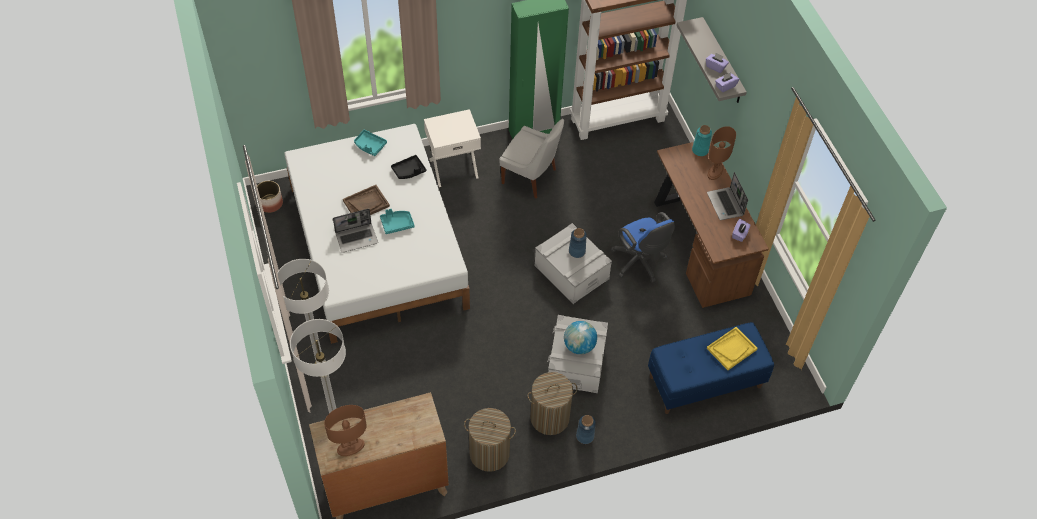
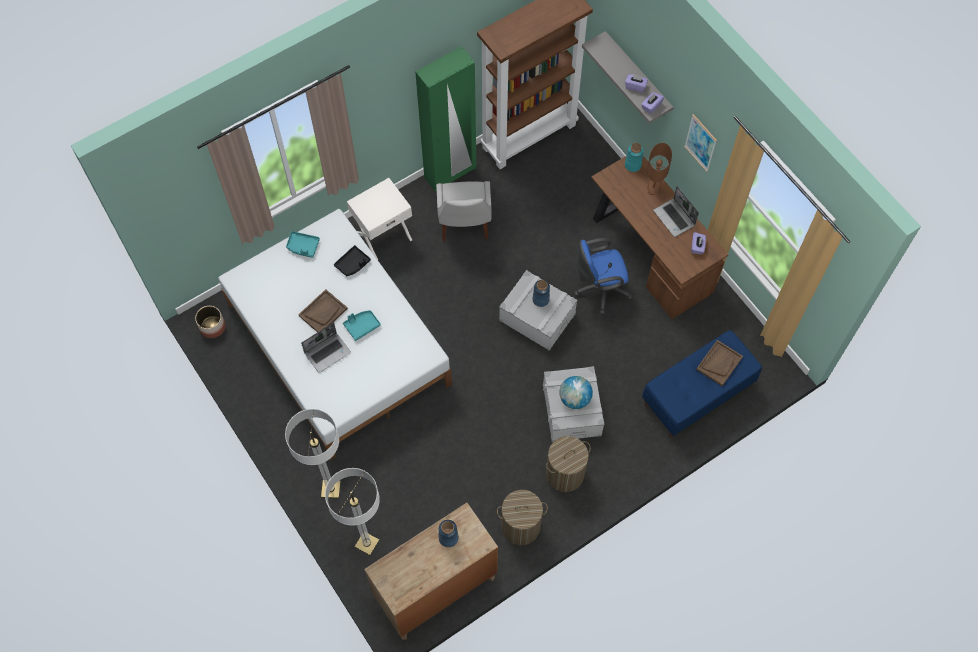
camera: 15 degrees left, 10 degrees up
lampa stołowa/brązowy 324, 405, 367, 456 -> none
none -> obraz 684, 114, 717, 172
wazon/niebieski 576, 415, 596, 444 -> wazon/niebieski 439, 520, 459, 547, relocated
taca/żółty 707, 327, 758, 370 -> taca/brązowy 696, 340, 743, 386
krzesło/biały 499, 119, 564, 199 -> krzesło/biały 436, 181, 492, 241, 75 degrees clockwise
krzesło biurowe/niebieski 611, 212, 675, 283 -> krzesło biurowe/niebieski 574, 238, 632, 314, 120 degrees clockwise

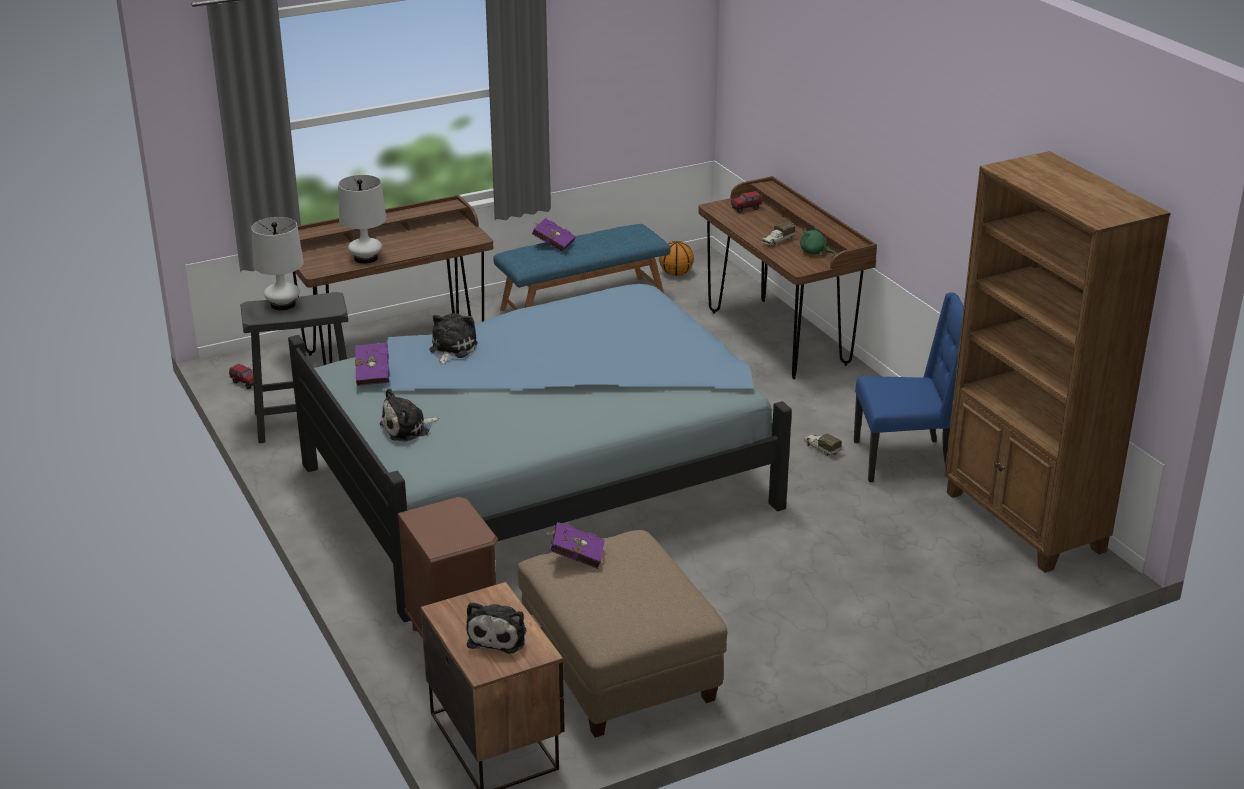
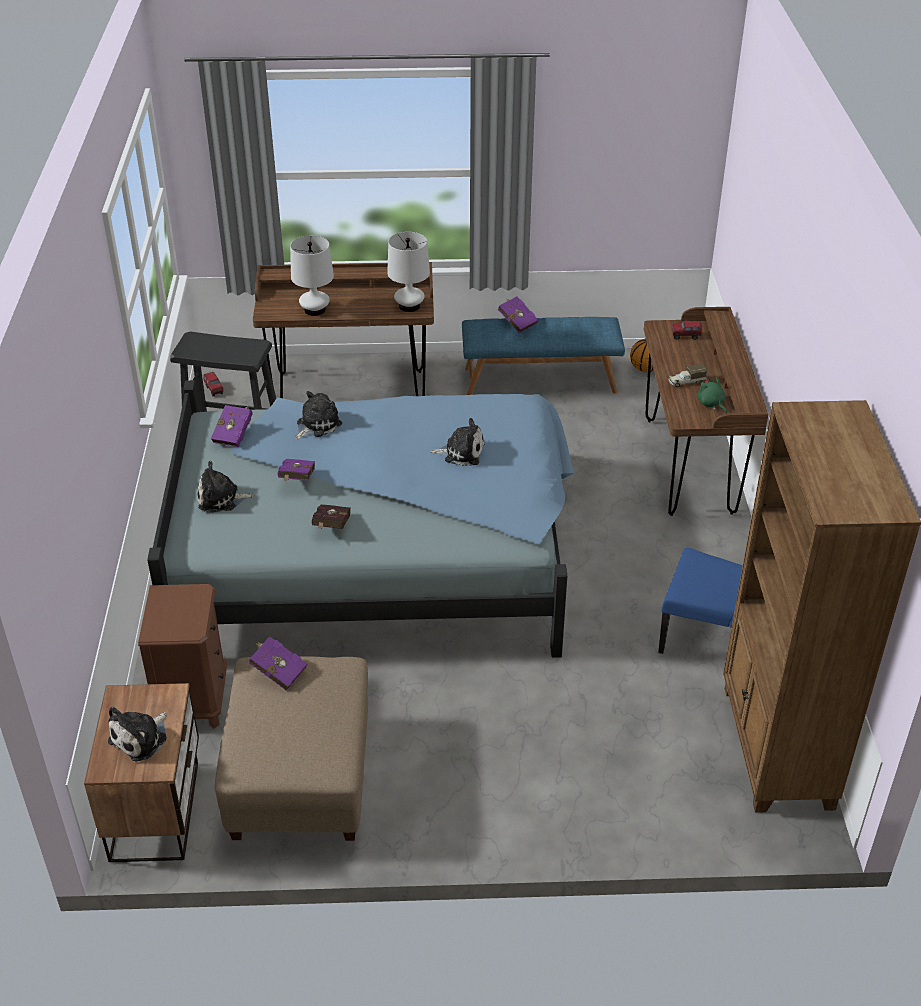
camera: 25 degrees right, 10 degrees up
ciężarówka zabawkowa 804, 434, 842, 456 -> none
none -> książka/fioletowy 278, 459, 315, 481
none -> książka/czerwony 312, 504, 351, 529
none -> pluszak 430, 418, 484, 466
lampa stołowa/biały 251, 217, 304, 310 -> lampa stołowa/biały 387, 232, 430, 312, relocated

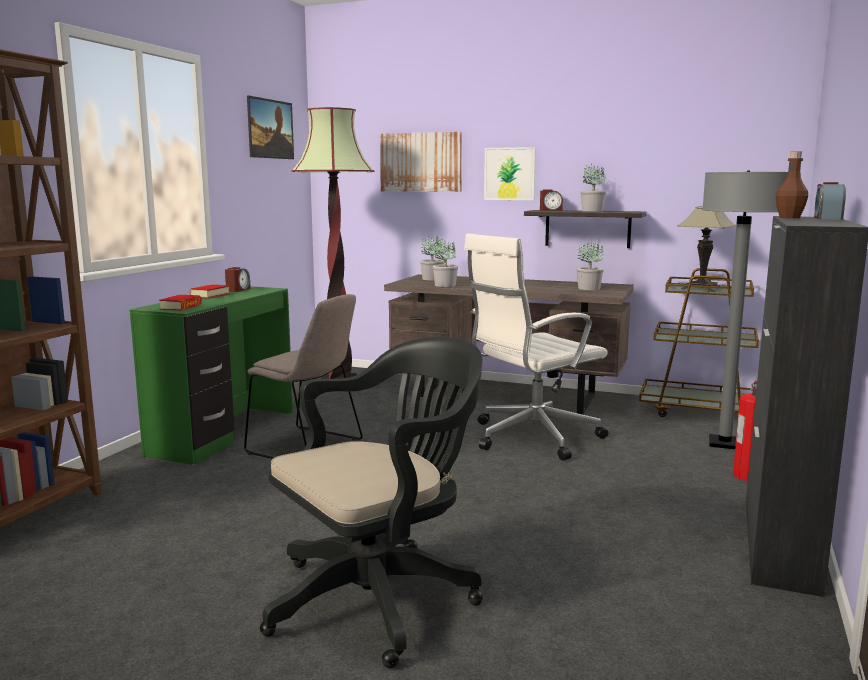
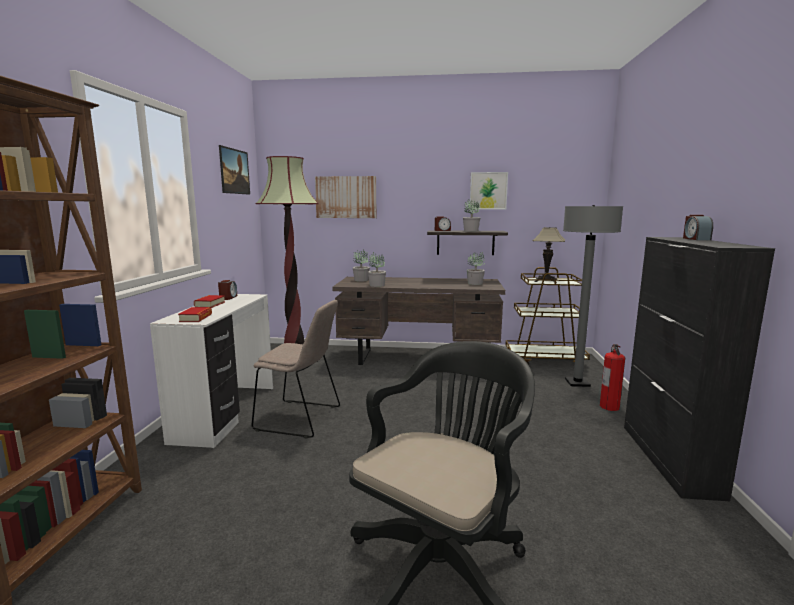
camera: 15 degrees left, 0 degrees up
krzesło biurowe/biały 464, 233, 608, 461 -> none
butelka/brązowy 776, 151, 808, 218 -> none
obraz 484, 147, 536, 200 -> obraz 470, 172, 508, 210, relocated
biurko/zielony 130, 286, 293, 465 -> biurko/biały 150, 294, 273, 448

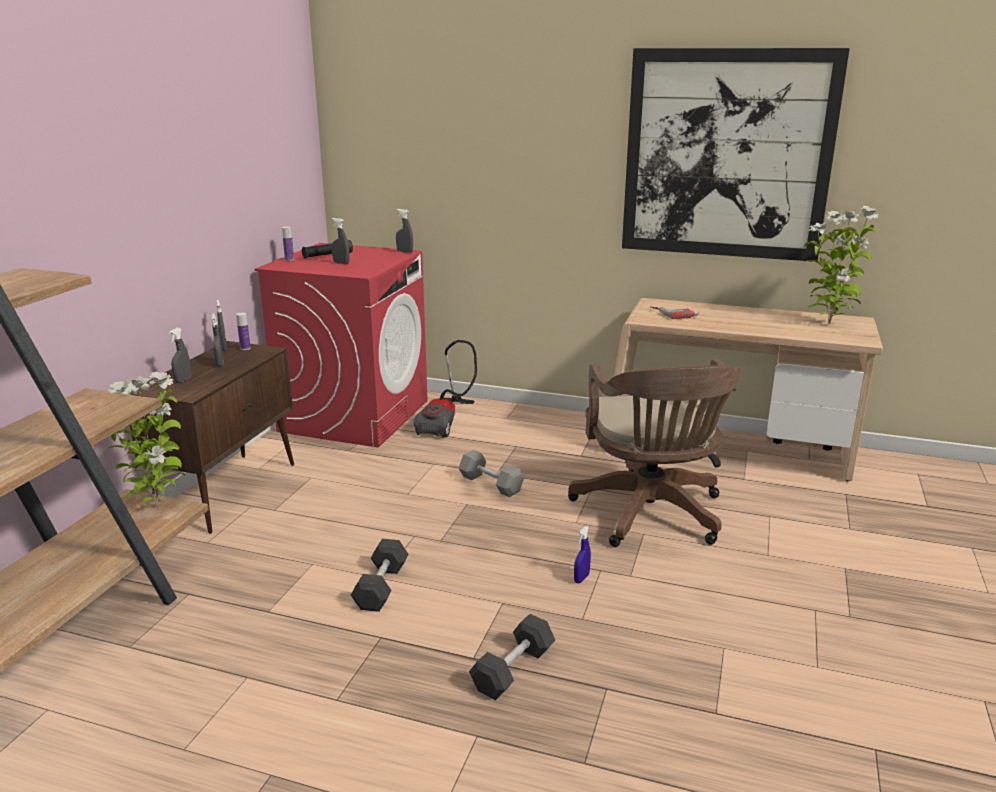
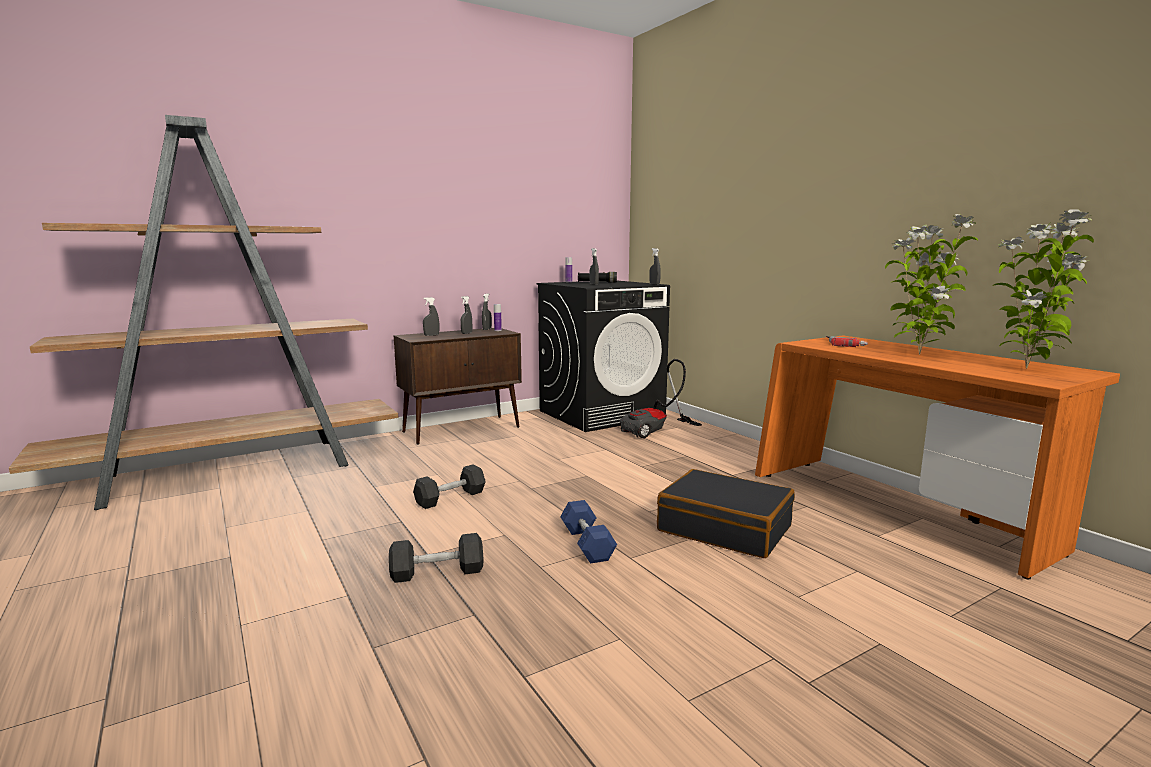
camera: 40 degrees right, 10 degrees down
hantel/szary 459, 450, 524, 497 -> none
obraz 622, 48, 850, 262 -> none
roślina doniczkowa 104, 372, 185, 508 -> roślina doniczkowa 885, 214, 978, 355, relocated
krzesło biurowe/brązowy 568, 359, 741, 547 -> walizka/czarny 657, 469, 795, 558
spryskiwacz/niebieski 574, 526, 591, 583 -> hantel/niebieski 560, 500, 617, 564
pralka/czerwony 254, 243, 428, 448 -> pralka/czarny 537, 281, 670, 432
biurko/beżowy 601, 298, 883, 481 -> biurko/pomarańczowy 755, 336, 1120, 579

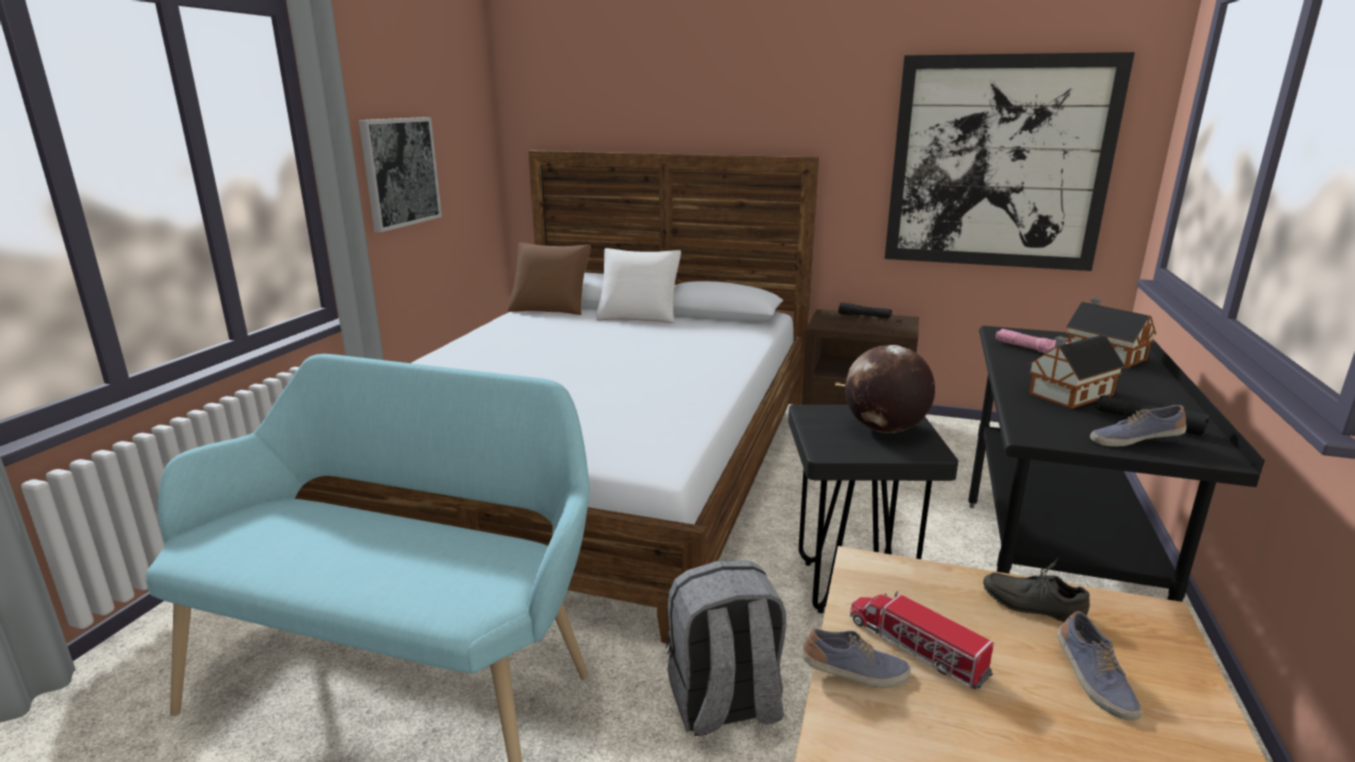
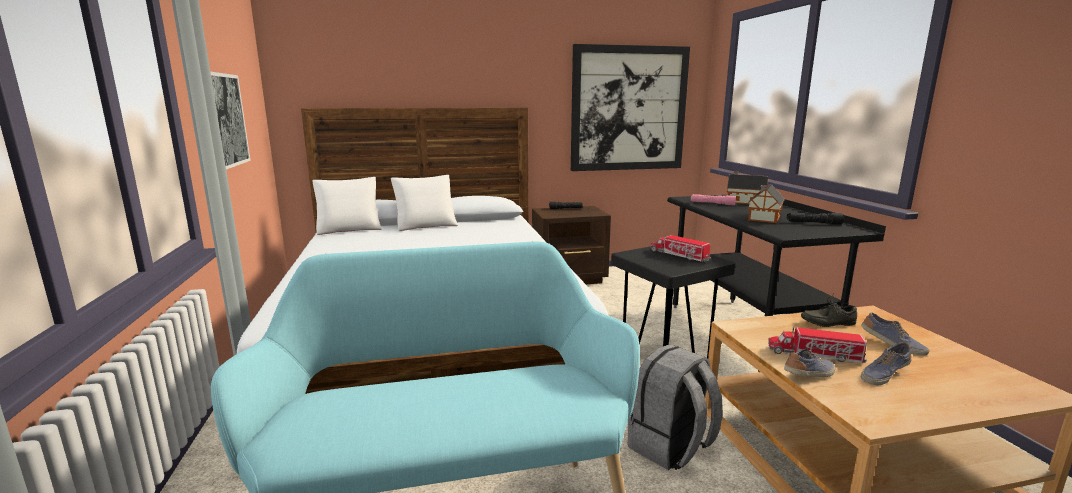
camera: 30 degrees left, 5 degrees down
but 1090, 405, 1186, 447 -> but 861, 342, 912, 385, relocated
globus 845, 345, 935, 433 -> ciężarówka zabawkowa 651, 235, 711, 262
poduszka/brązowy 508, 243, 591, 315 -> poduszka/biały 312, 177, 382, 235

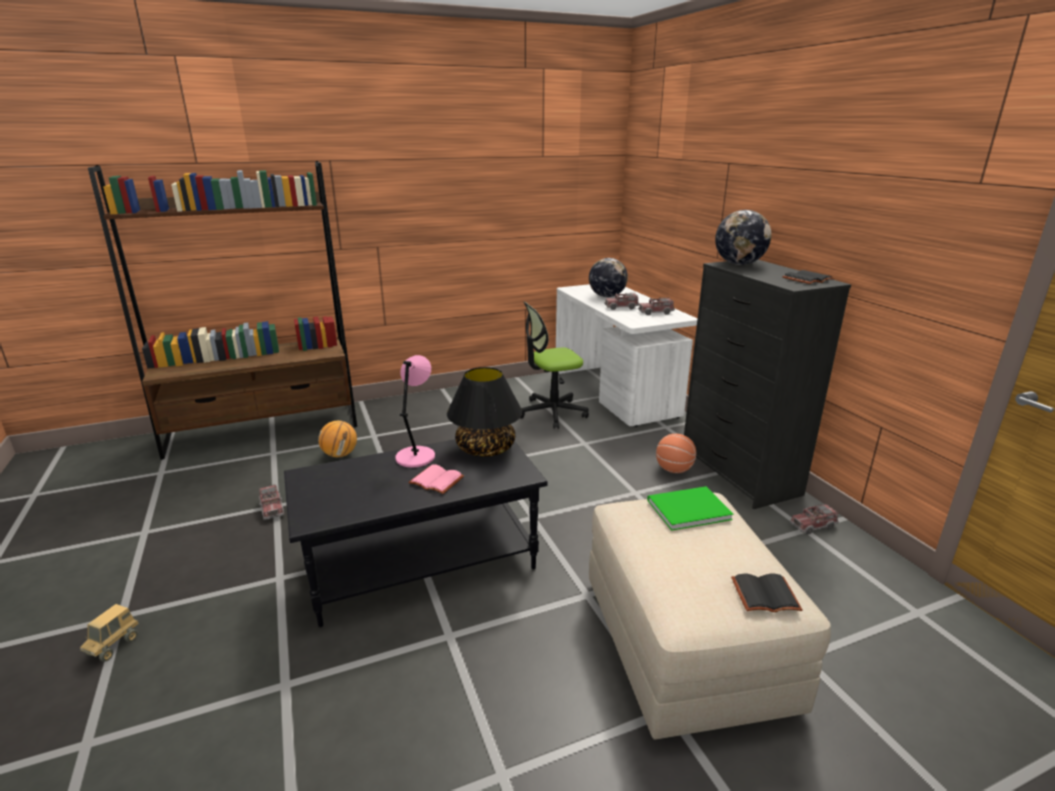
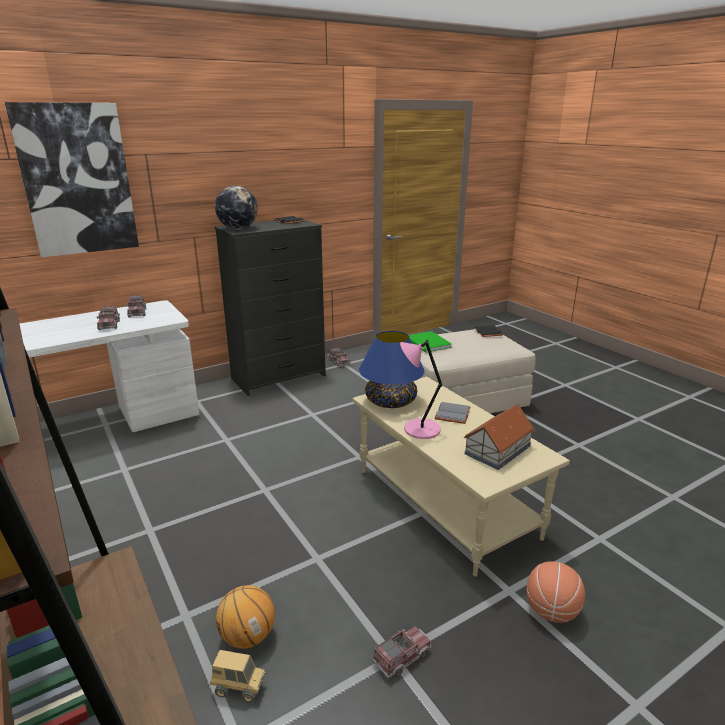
camera: 100 degrees left, 0 degrees up
krzesło biurowe 520, 302, 589, 429 -> none
globus 589, 258, 628, 297 -> none
none -> obraz 5, 102, 139, 258
none -> domek 464, 404, 535, 470
ciężarówka zabawkowa 80, 604, 139, 662 -> ciężarówka zabawkowa 210, 650, 266, 703, relocated
piłka do koszykówki 656, 434, 696, 473 -> piłka do koszykówki 527, 561, 585, 623, relocated
ława/czarny 284, 439, 548, 627 -> ława/beżowy 352, 377, 570, 577
książka/różowy 408, 464, 464, 494 -> książka/szary 435, 402, 471, 424
lampa stołowa/czarny 447, 367, 522, 457 -> lampa stołowa/niebieski 359, 331, 425, 408

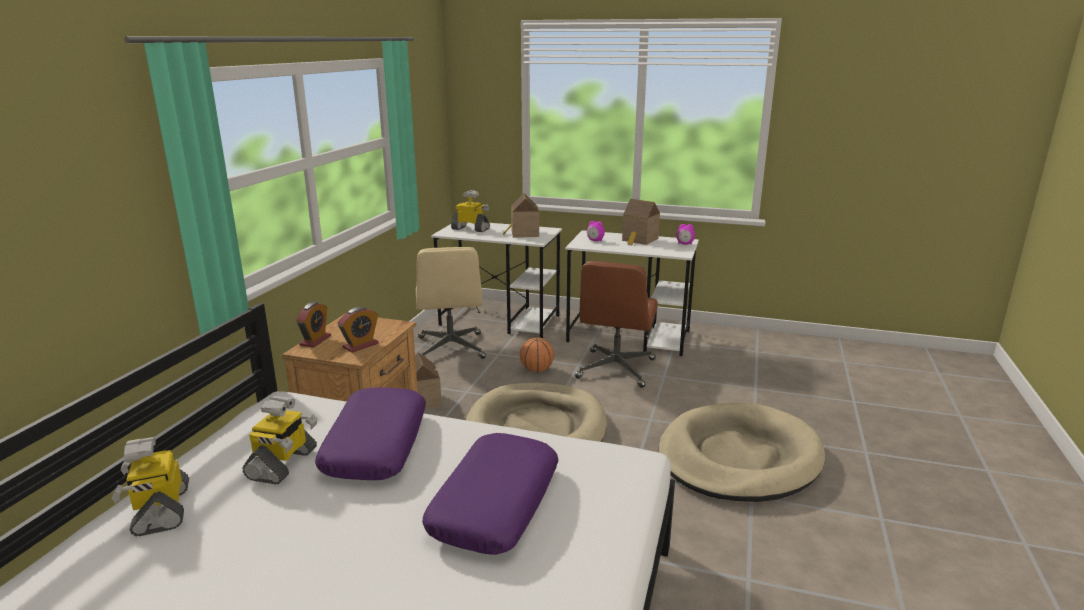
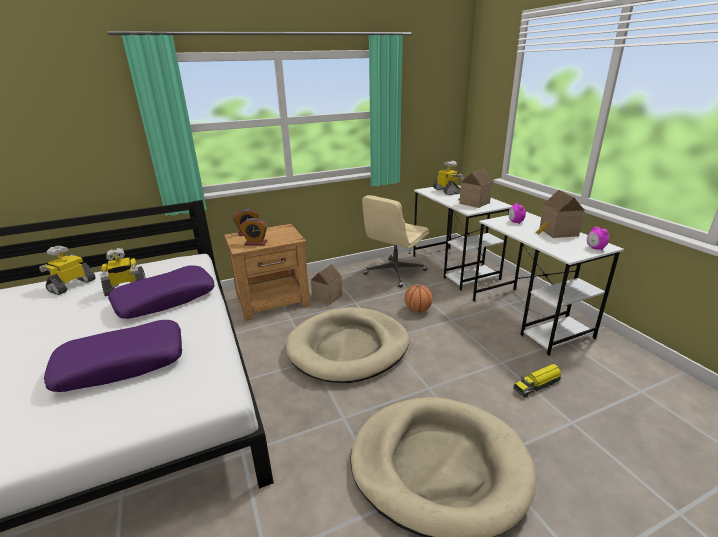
camera: 50 degrees right, 5 degrees up
krzesło biurowe/brązowy 575, 261, 658, 388 -> none
none -> ciężarówka zabawkowa 513, 364, 561, 397

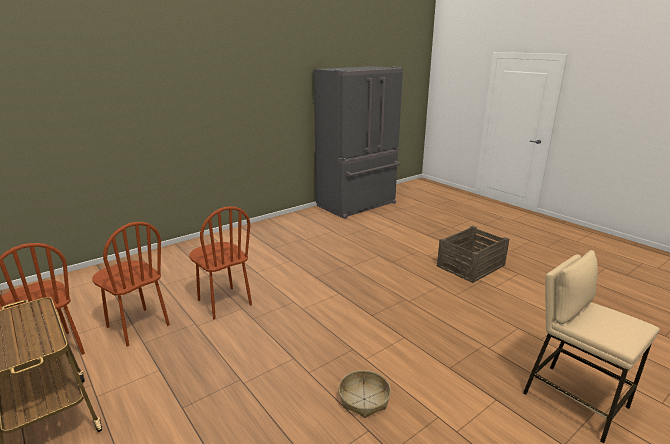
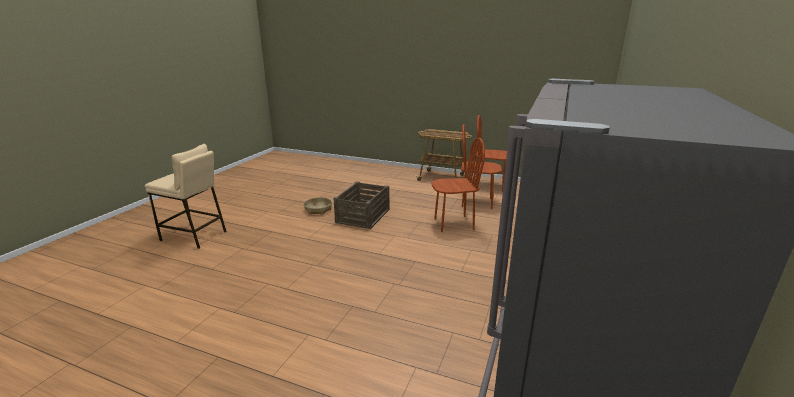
camera: 150 degrees right, 0 degrees up
skrzynka 437, 226, 509, 283 -> skrzynka 334, 181, 390, 229, relocated
krzesło/brązowy 189, 206, 252, 319 -> krzesło/brązowy 431, 137, 485, 232, 150 degrees clockwise

